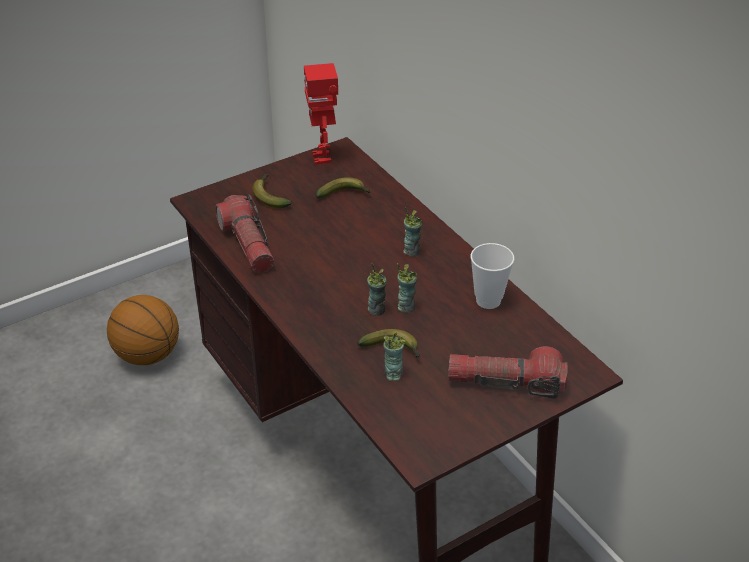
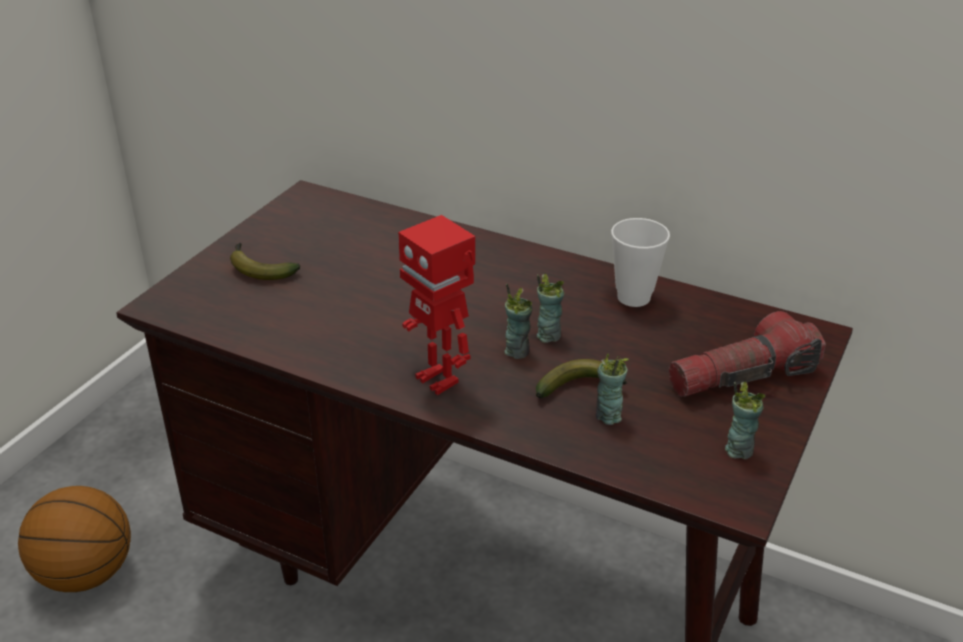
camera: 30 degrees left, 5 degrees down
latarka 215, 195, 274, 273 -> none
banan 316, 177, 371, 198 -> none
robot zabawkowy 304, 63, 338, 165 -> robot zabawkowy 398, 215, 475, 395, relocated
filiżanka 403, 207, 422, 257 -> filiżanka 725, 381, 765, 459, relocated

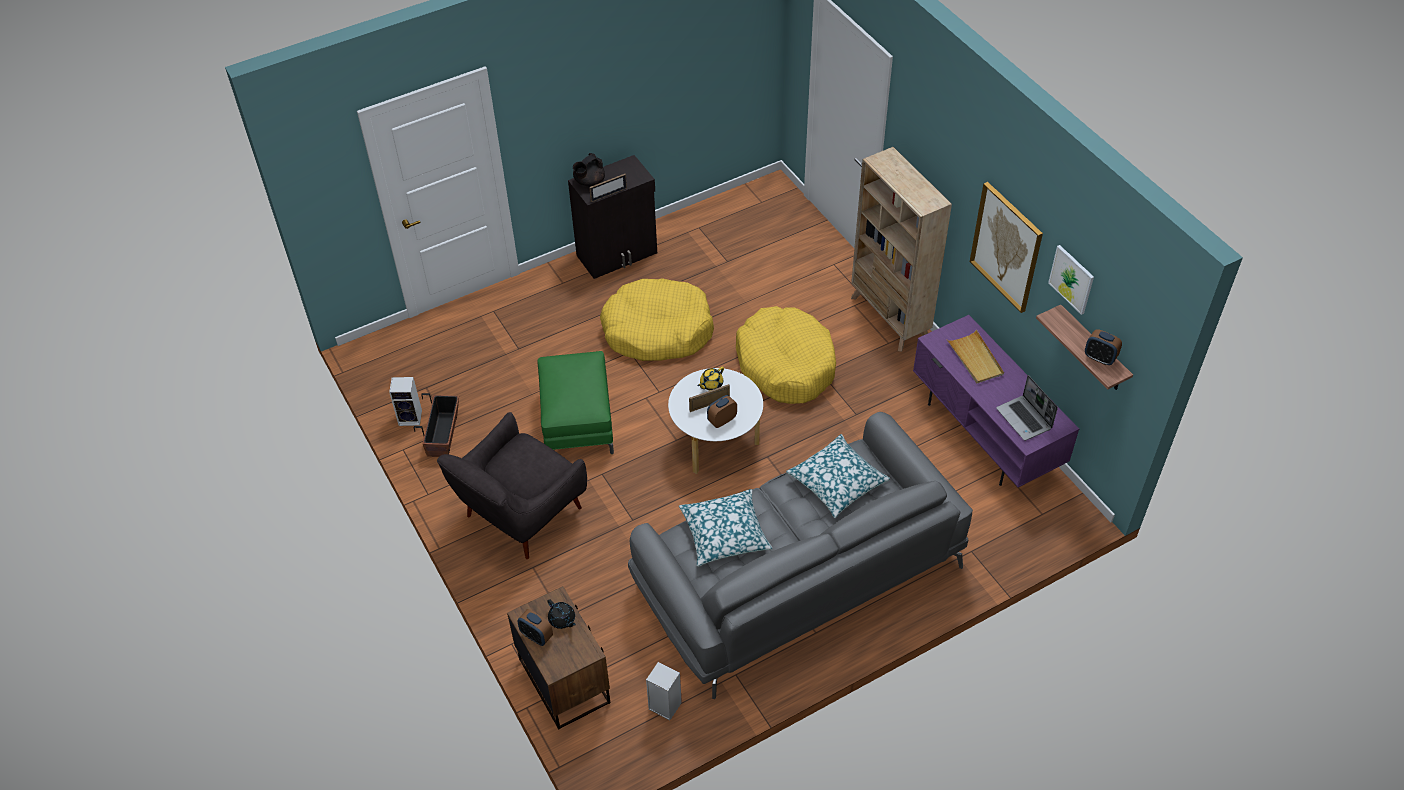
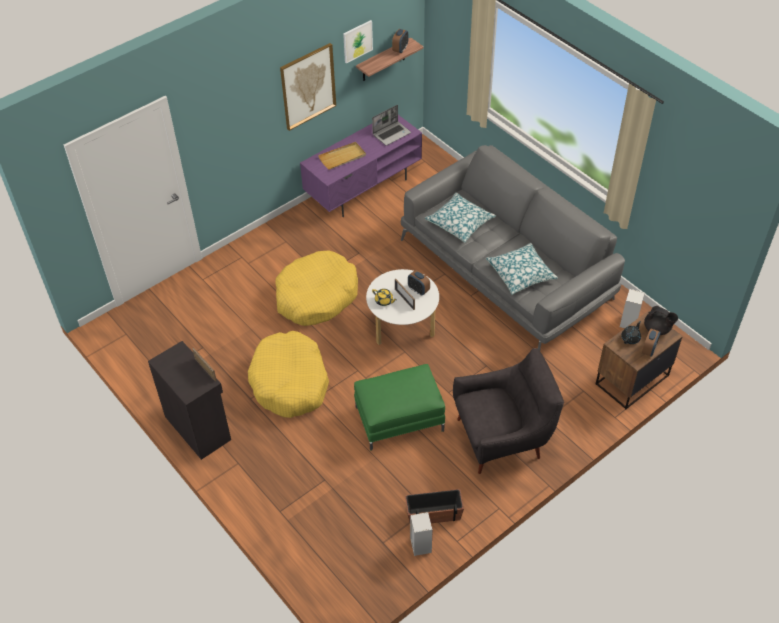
camera: 100 degrees left, 0 degrees up
regał/beżowy 851, 147, 952, 352 -> none
imbryk/czarny 573, 153, 605, 186 -> imbryk/czarny 644, 306, 678, 335, relocated
fotel/szary 437, 412, 587, 559 -> fotel/szary 453, 348, 564, 474, 45 degrees counterclockwise

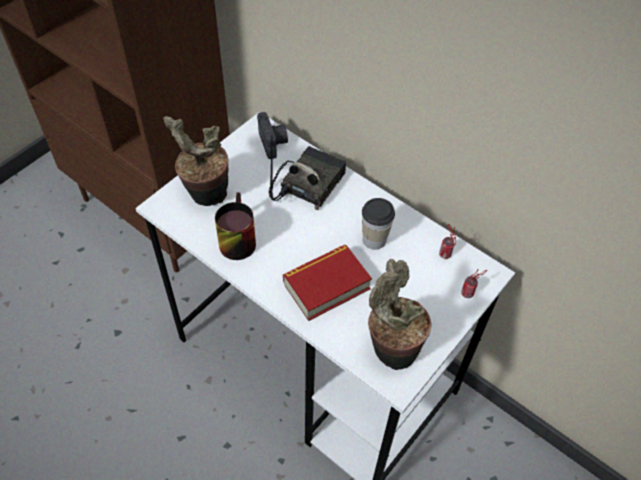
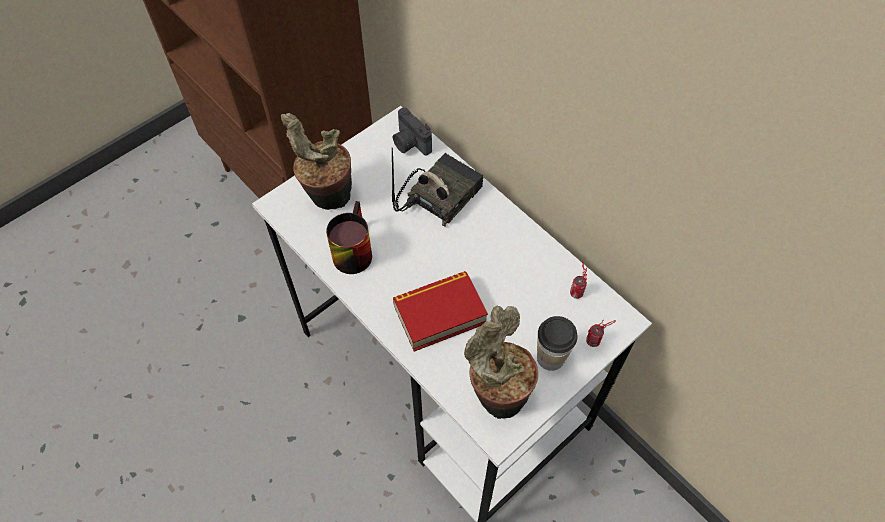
camera: 10 degrees right, 5 degrees up
filiżanka 362, 198, 395, 250 -> filiżanka 537, 316, 577, 371, relocated
aparat fotograficzny 257, 112, 288, 159 -> aparat fotograficzny 393, 107, 432, 156, 150 degrees clockwise

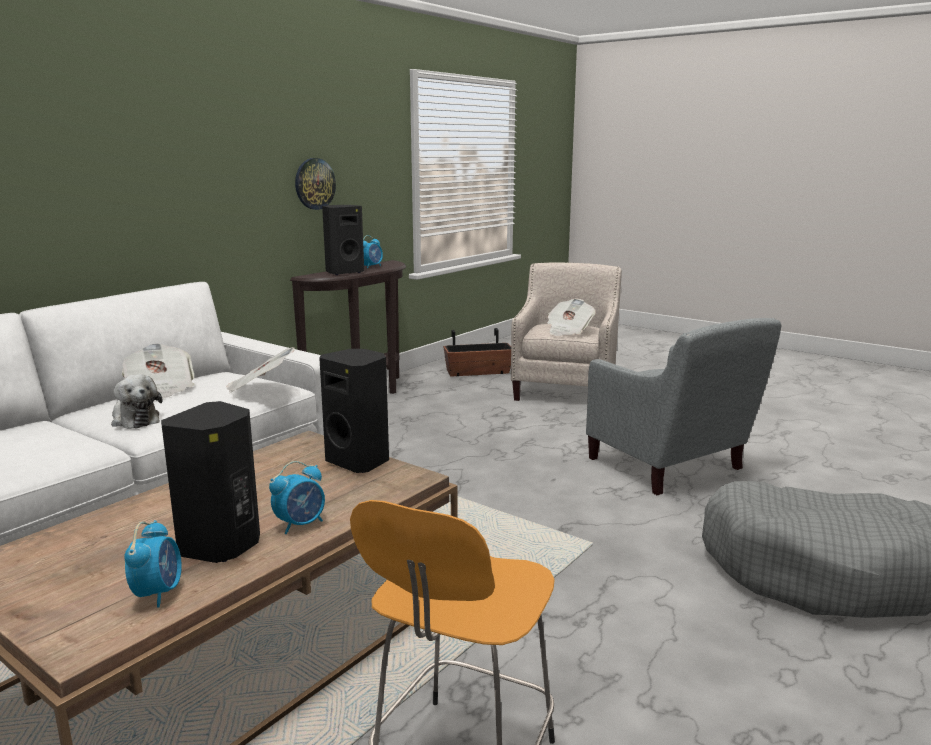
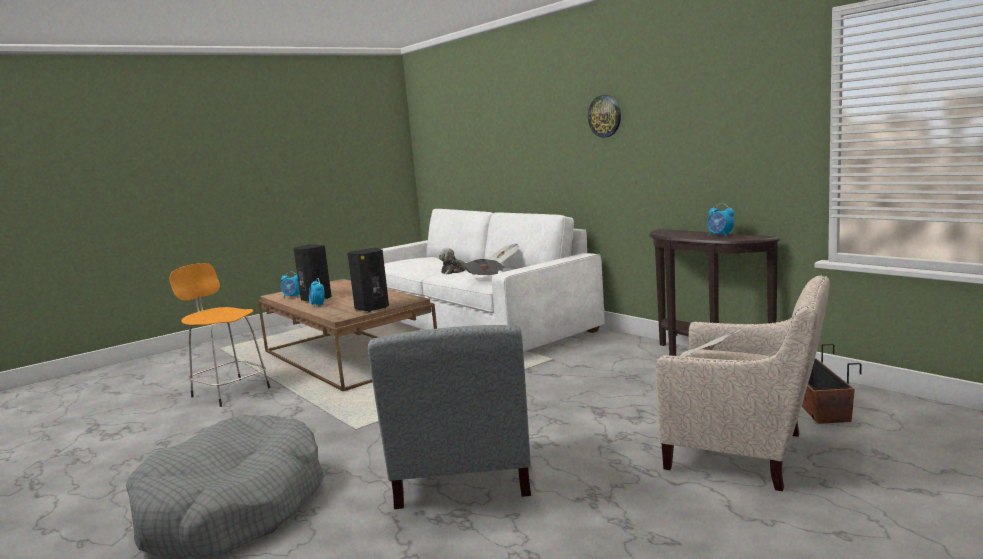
camera: 105 degrees right, 5 degrees down
głośnik/czarny 322, 205, 364, 275 -> none
zegar ścienny 295, 158, 336, 210 -> zegar ścienny 588, 95, 621, 138, relocated
fotel/szary 586, 318, 781, 495 -> fotel/szary 368, 325, 531, 509, 75 degrees counterclockwise

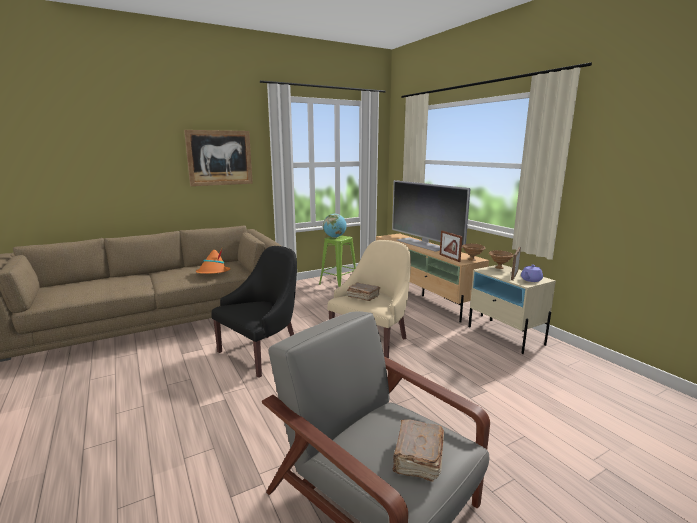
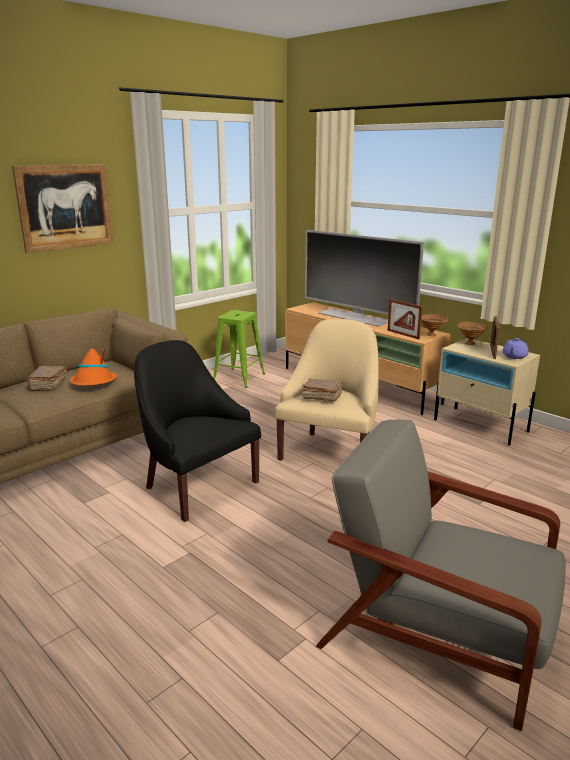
camera: 15 degrees left, 5 degrees up
globus 323, 213, 347, 238 -> none
książka/brązowy 392, 419, 444, 482 -> książka/brązowy 26, 366, 67, 391, relocated
fotel/czarny 211, 246, 297, 378 -> fotel/czarny 134, 340, 261, 522, 75 degrees counterclockwise

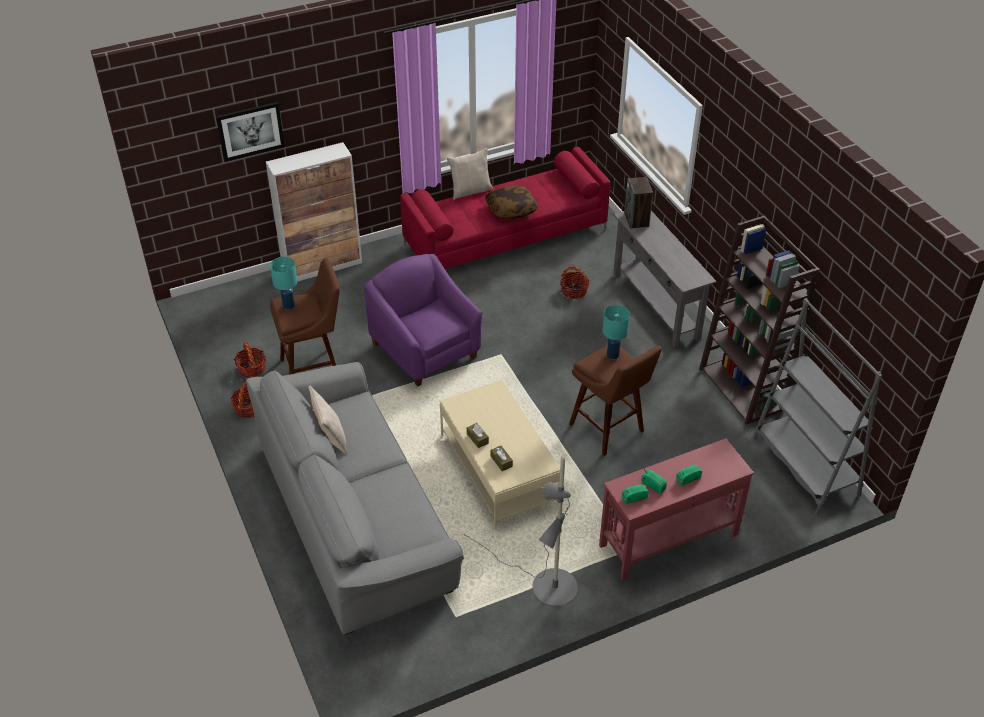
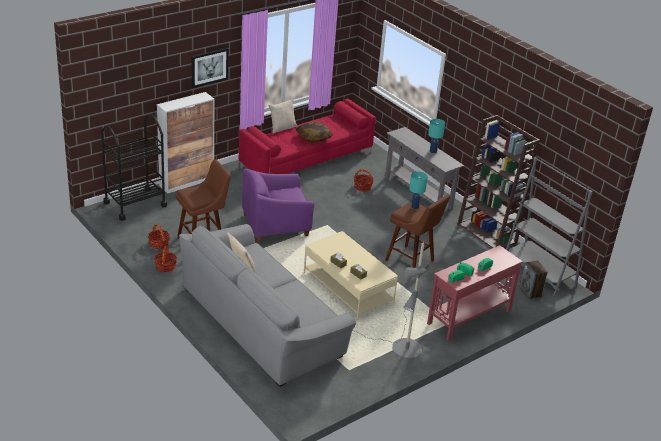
camera: 15 degrees left, 10 degrees down
none -> wózek/czarny 101, 114, 167, 221
obraz 216, 102, 285, 162 -> obraz 191, 48, 228, 88, relocated
lampa stołowa/turkusowy 270, 257, 297, 310 -> lampa stołowa/turkusowy 428, 119, 445, 153, relocated
głośnik 624, 177, 653, 229 -> głośnik 519, 260, 548, 299, relocated
fotel/fioletowy 364, 254, 483, 386 -> fotel/fioletowy 242, 169, 314, 244, 60 degrees counterclockwise

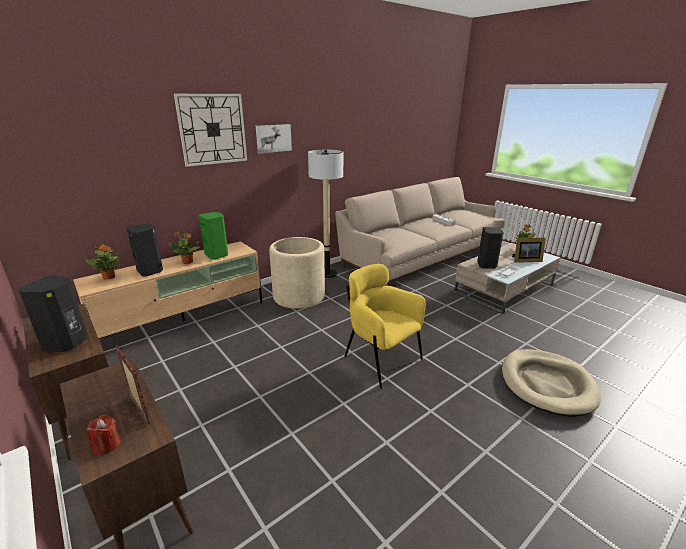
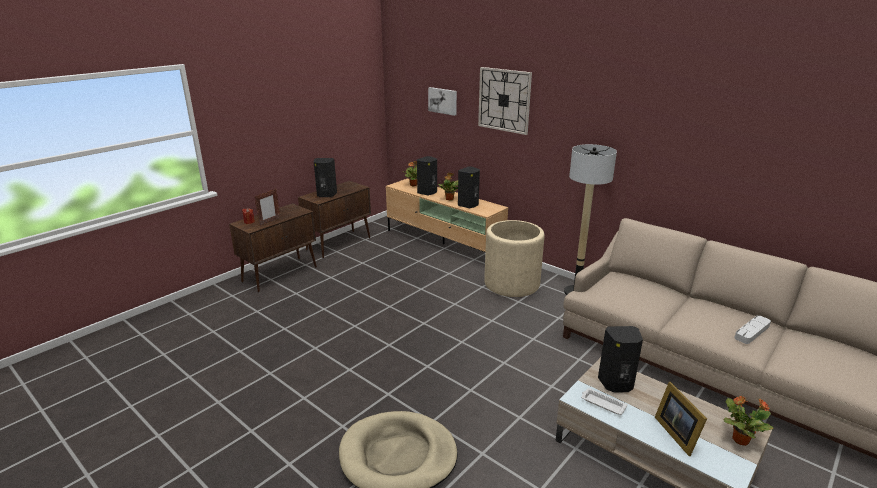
camera: 80 degrees right, 0 degrees up
fotel/żółty 345, 264, 425, 389 -> none
obraz 256, 124, 292, 154 -> obraz 428, 87, 457, 116, relocated
głośnik/zielony 199, 212, 228, 260 -> głośnik/czarny 458, 167, 480, 208

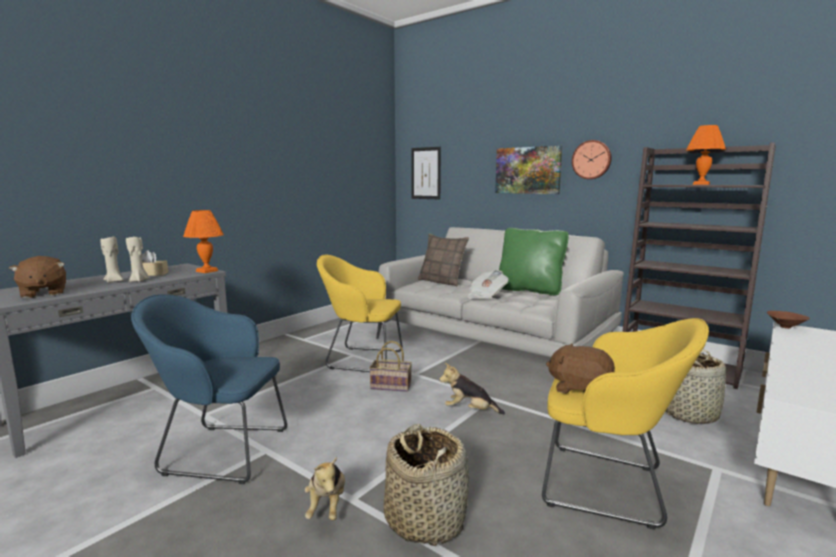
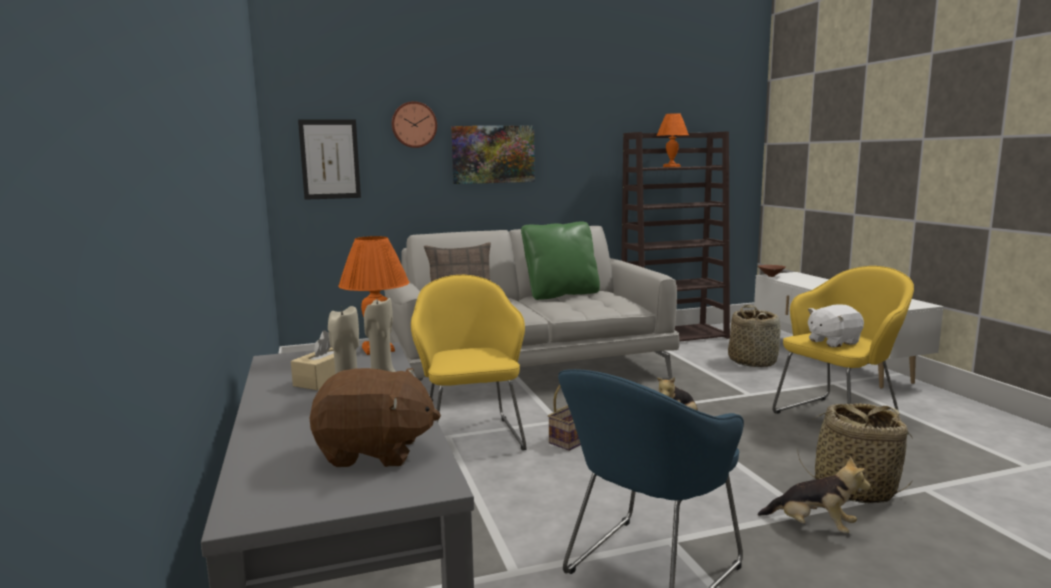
camera: 55 degrees left, 0 degrees up
gazeta 467, 270, 508, 299 -> none
zegar ścienny 572, 140, 612, 179 -> zegar ścienny 391, 101, 437, 148, relocated
pluszak/brązowy 546, 343, 615, 394 -> pluszak/biały 808, 305, 864, 347
fotel/żółty 317, 255, 403, 372 -> fotel/żółty 411, 275, 527, 450, 120 degrees clockwise

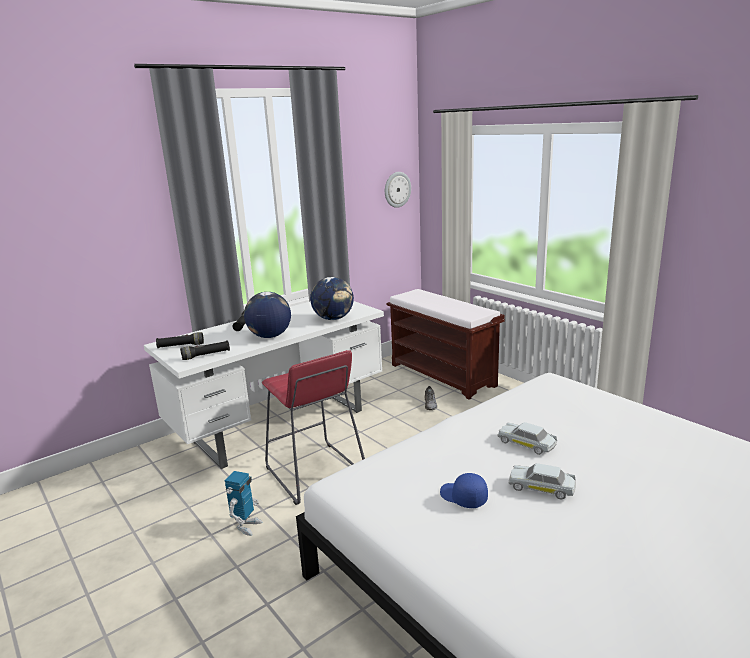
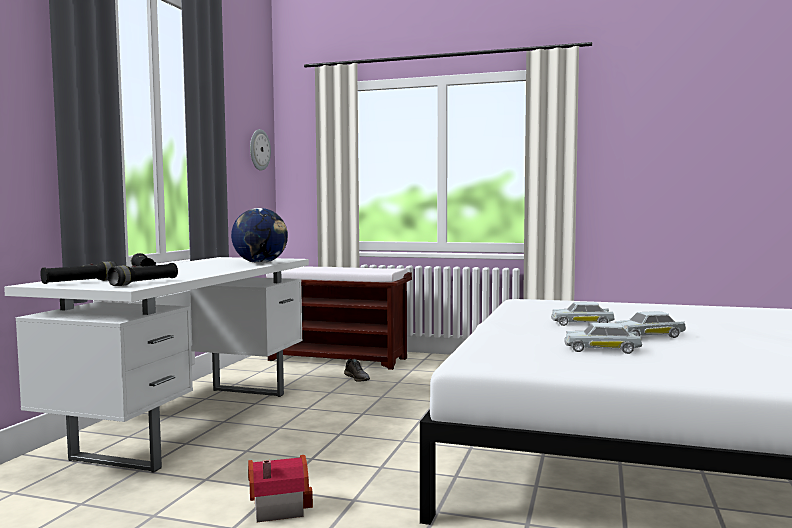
camera: 35 degrees left, 15 degrees down
globus 244, 292, 291, 338 -> none
stołek/czerwony 262, 350, 365, 505 -> none
robot zabawkowy 225, 471, 262, 536 -> domek 248, 455, 313, 522
czapka z daszkiem/niebieski 440, 473, 488, 508 -> samochodzik/biały 565, 323, 642, 354

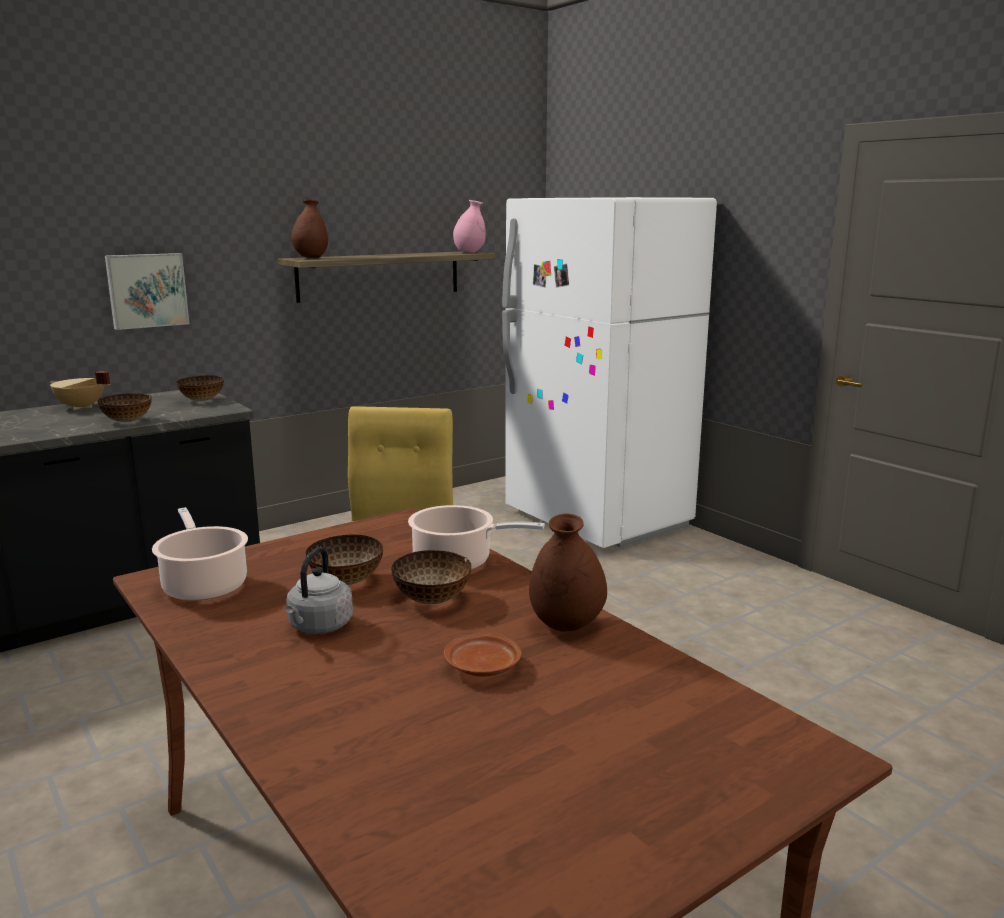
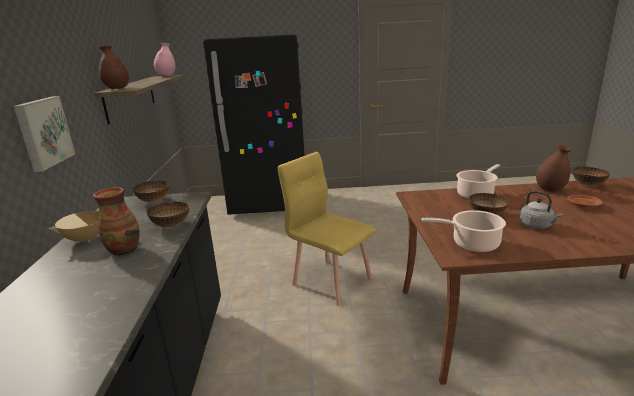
camera: 55 degrees left, 5 degrees up
none -> wazon 93, 187, 139, 256
miska 391, 550, 471, 604 -> miska 572, 167, 610, 186, relocated
lodówka/biały 502, 197, 717, 548 -> lodówka/czarny 203, 34, 305, 215

